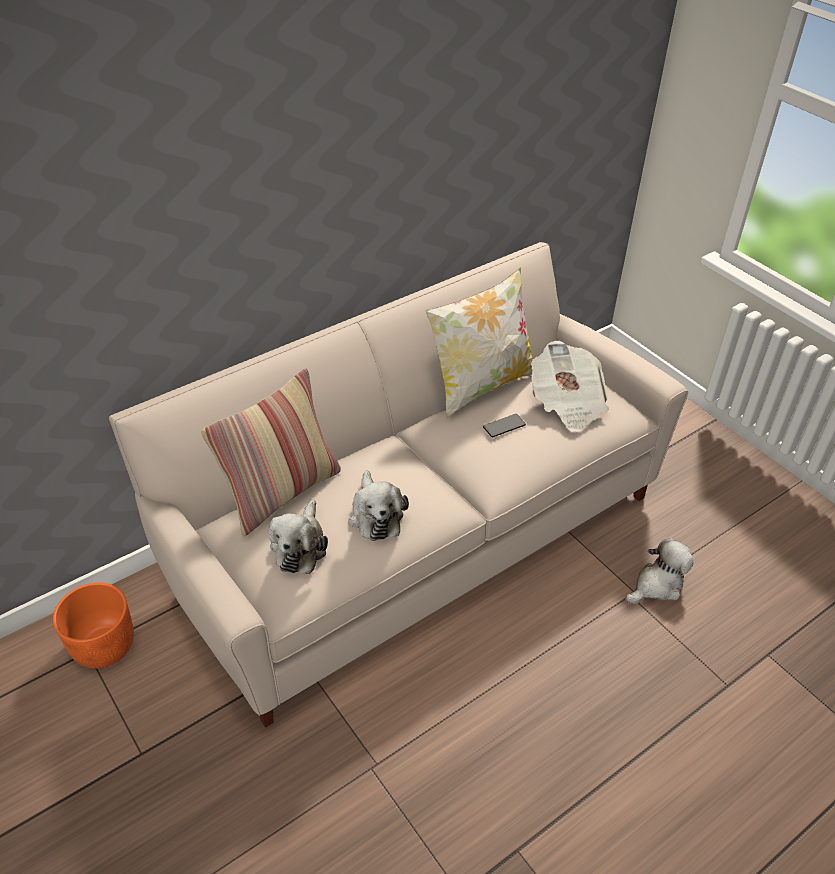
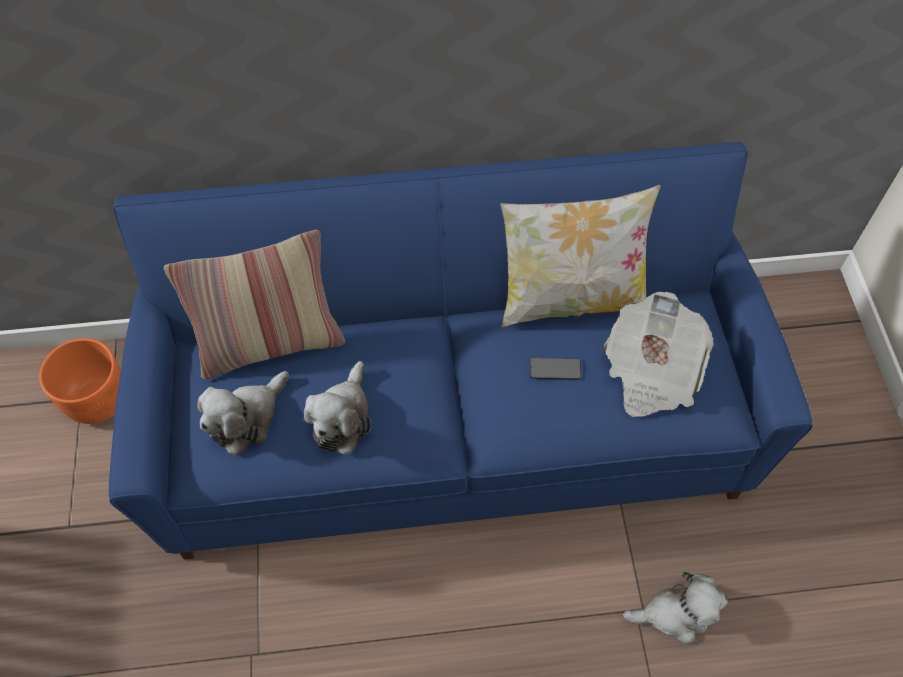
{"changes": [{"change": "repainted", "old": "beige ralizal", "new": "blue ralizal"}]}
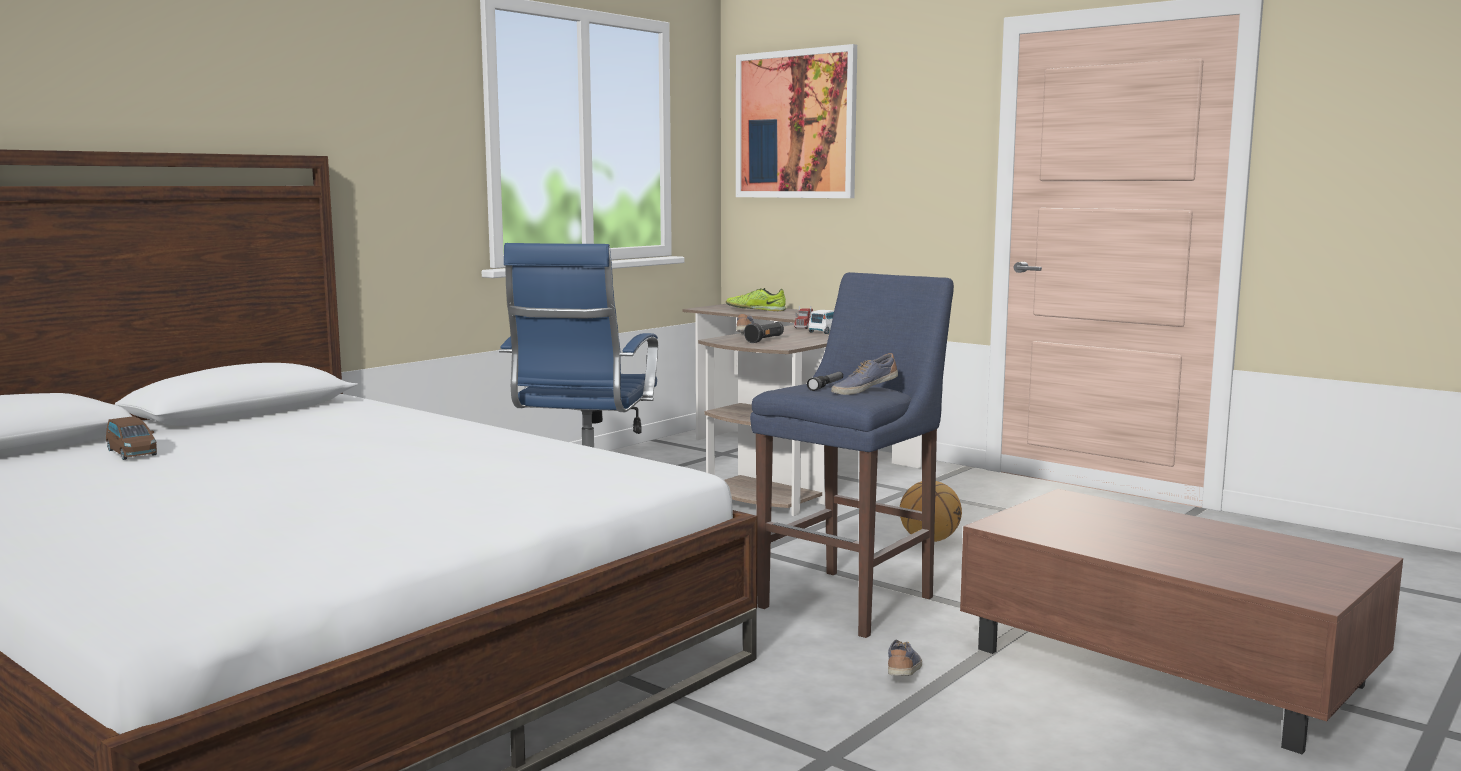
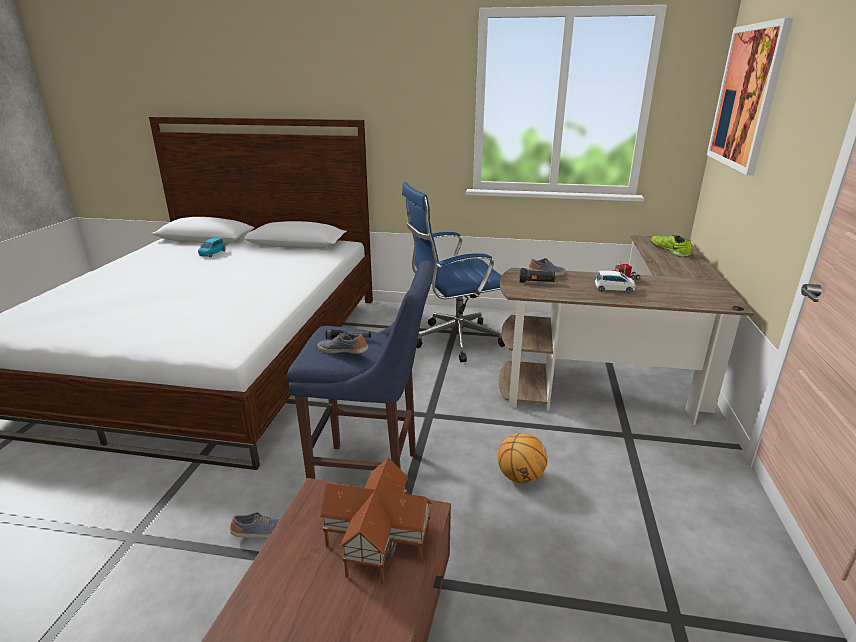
{"changes": [{"change": "repainted", "old": "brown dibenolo", "new": "blue dibenolo"}, {"change": "new", "new": "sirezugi"}]}
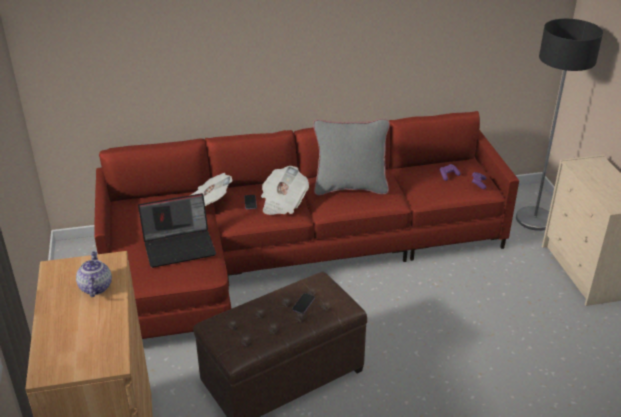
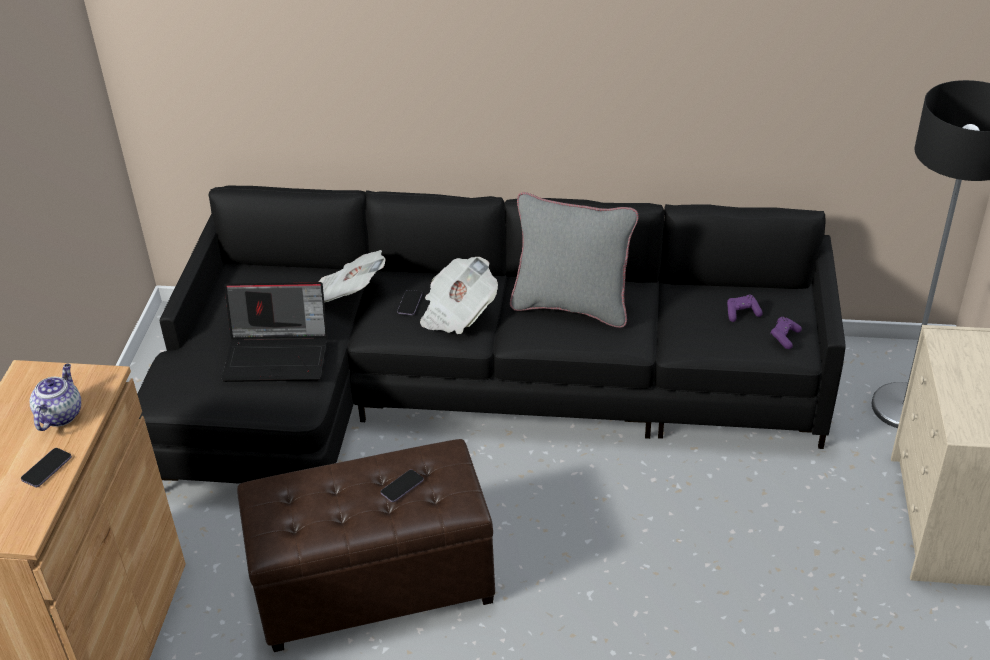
{"changes": [{"change": "repainted", "old": "red ralizal", "new": "black ralizal"}, {"change": "new", "new": "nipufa (no. 1 from left)"}]}
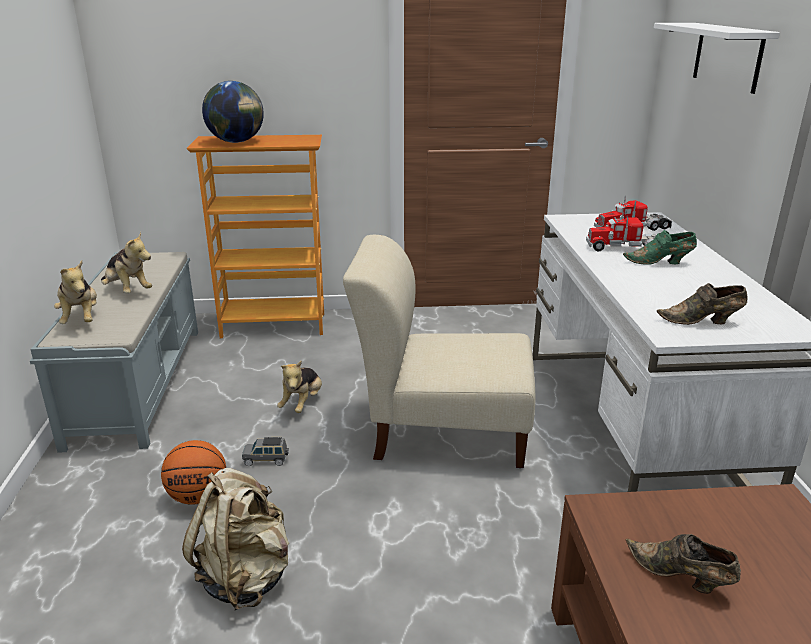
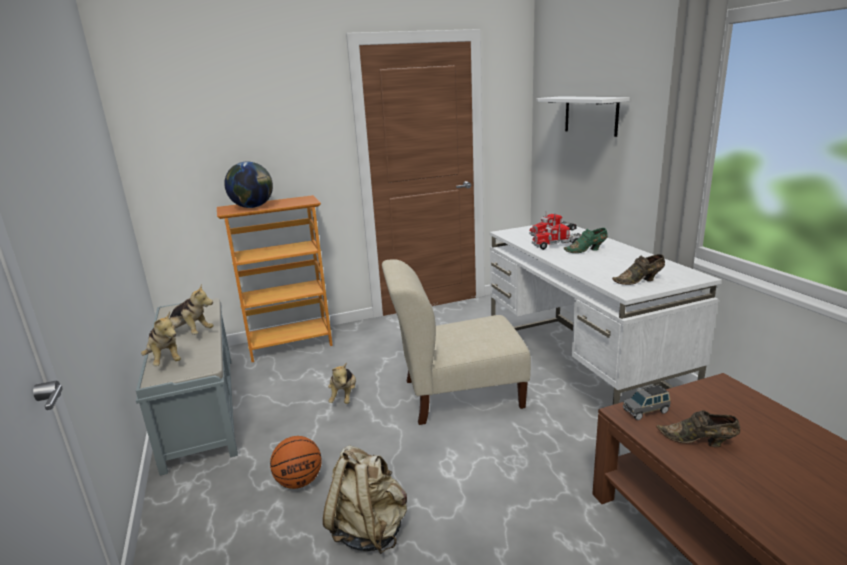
{"changes": [{"change": "shifted", "old": "grey dibenolo"}]}
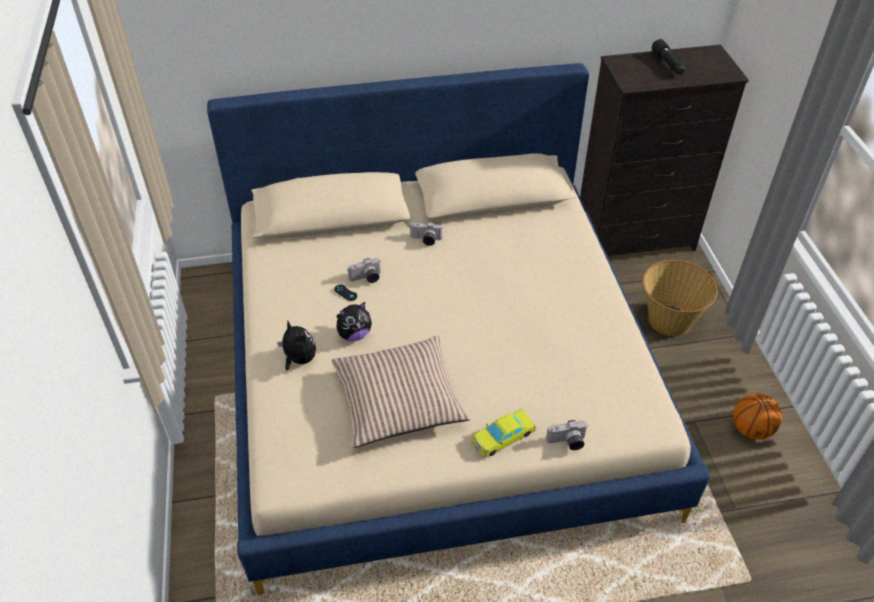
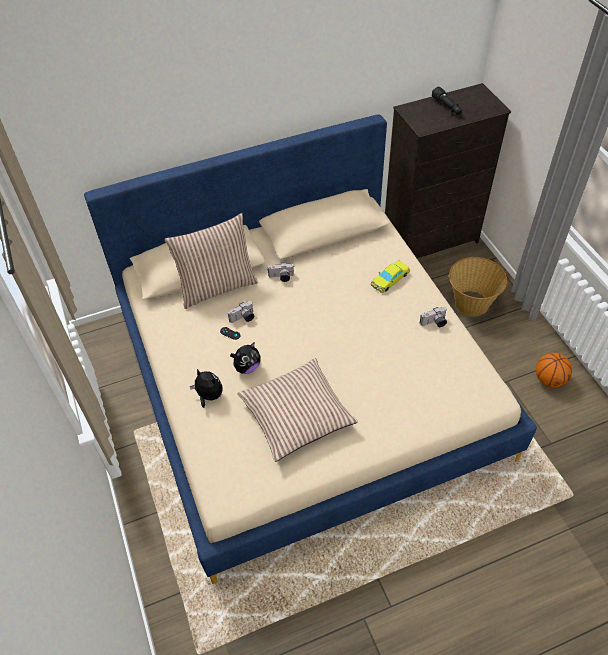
{"changes": [{"change": "shifted", "old": "yellow dibenolo"}, {"change": "shifted", "old": "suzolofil (no. 3 from left)"}, {"change": "new", "new": "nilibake (no. 1 from left)"}]}
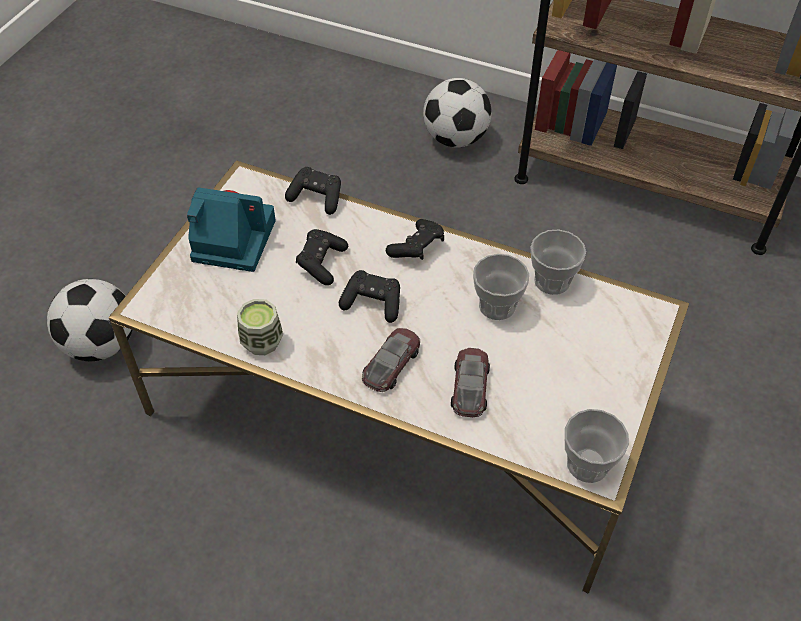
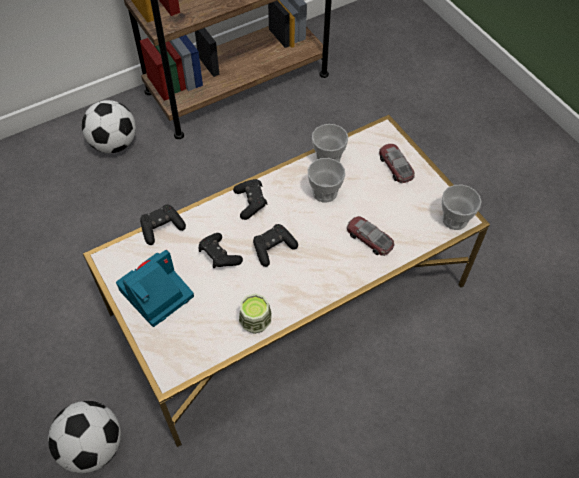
{"changes": [{"change": "shifted", "old": "dibenolo (no. 1 from left in the first image)", "new": "dibenolo (no. 2 from left)"}]}
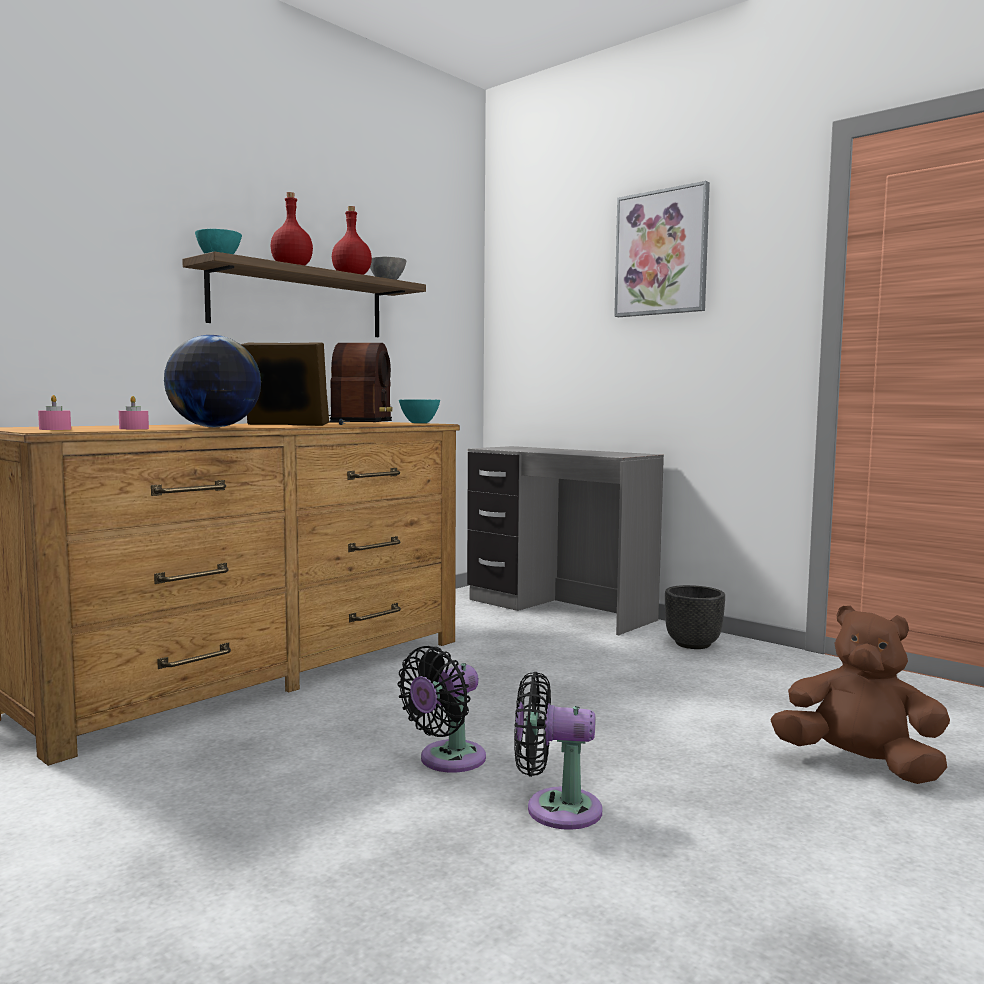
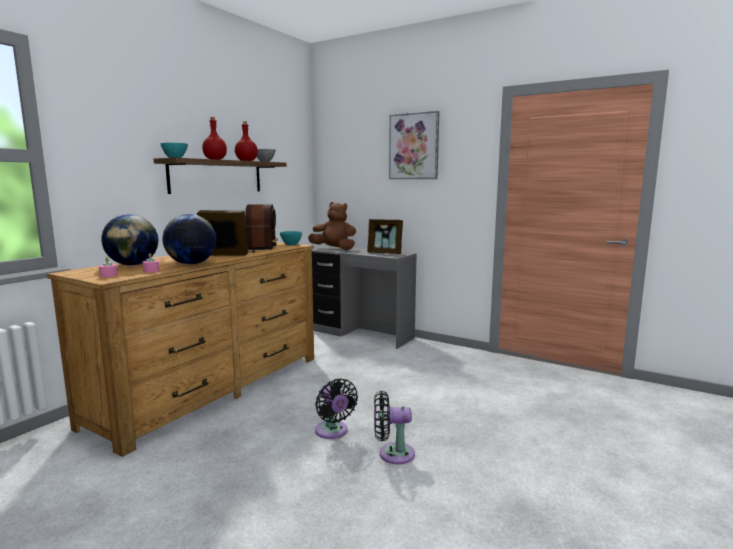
{"changes": [{"change": "rotated", "old": "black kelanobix (no. 1 from left)", "degrees": -60}, {"change": "gone", "old": "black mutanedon"}, {"change": "shifted", "old": "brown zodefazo"}, {"change": "new", "new": "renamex (no. 1 from left)"}, {"change": "new", "new": "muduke (no. 2 from left)"}]}
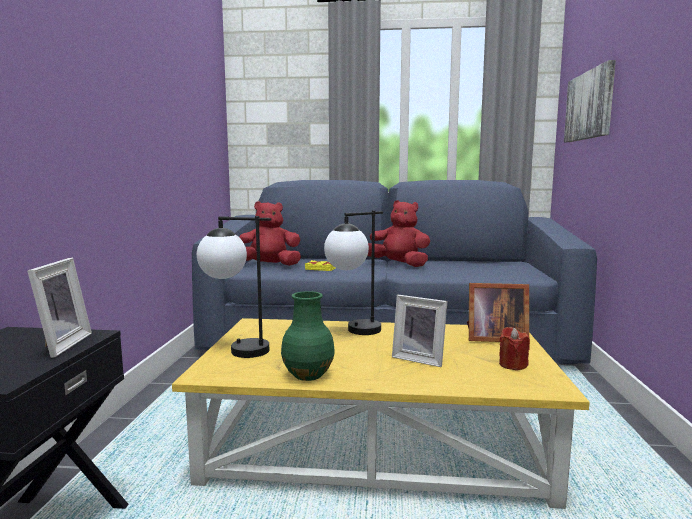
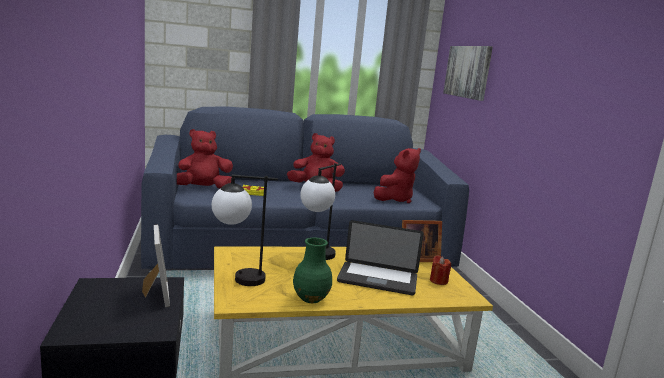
{"changes": [{"change": "swapped", "old": "muduke (no. 2 from left)", "new": "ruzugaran"}, {"change": "new", "new": "red zodefazo (no. 3 from left)"}]}
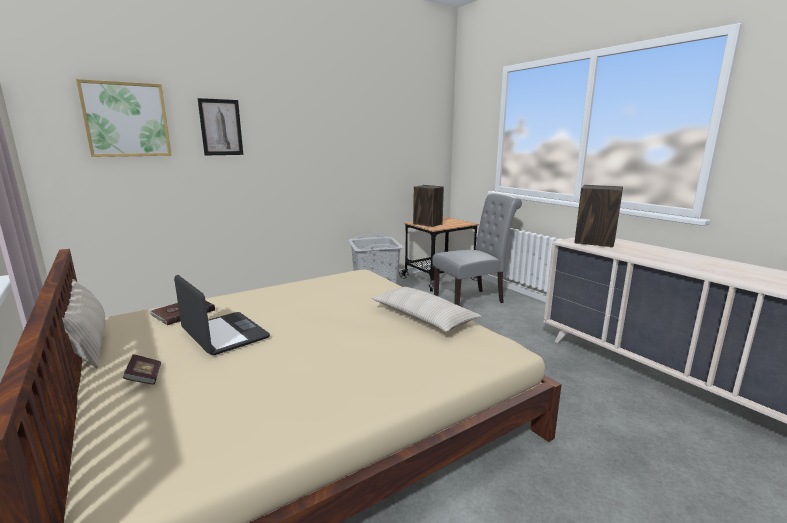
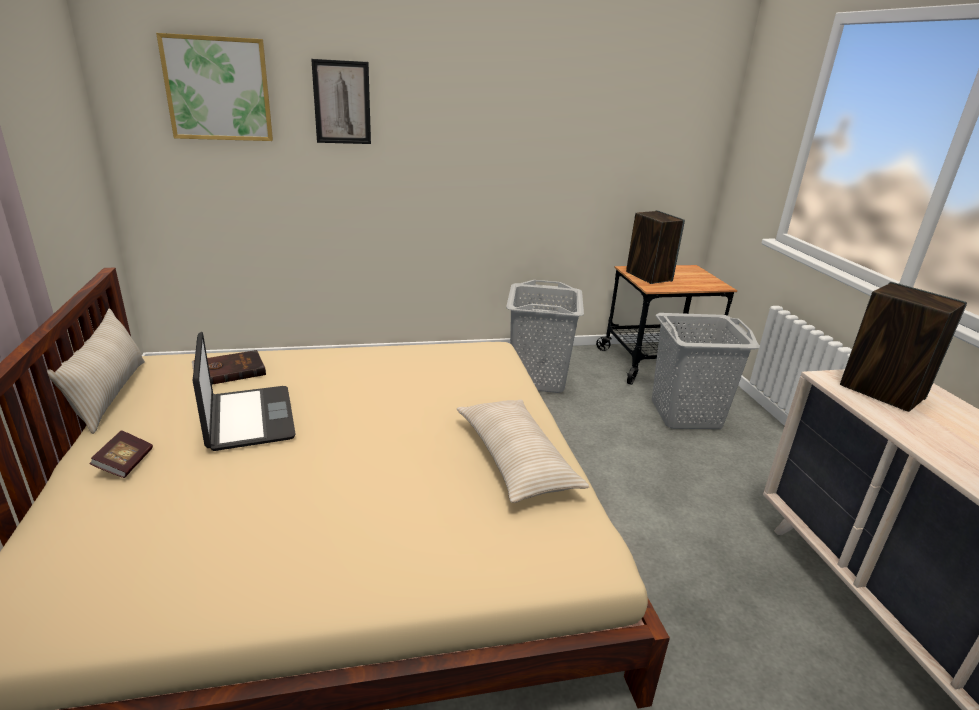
{"changes": [{"change": "swapped", "old": "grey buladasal", "new": "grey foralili (no. 2 from left)"}]}
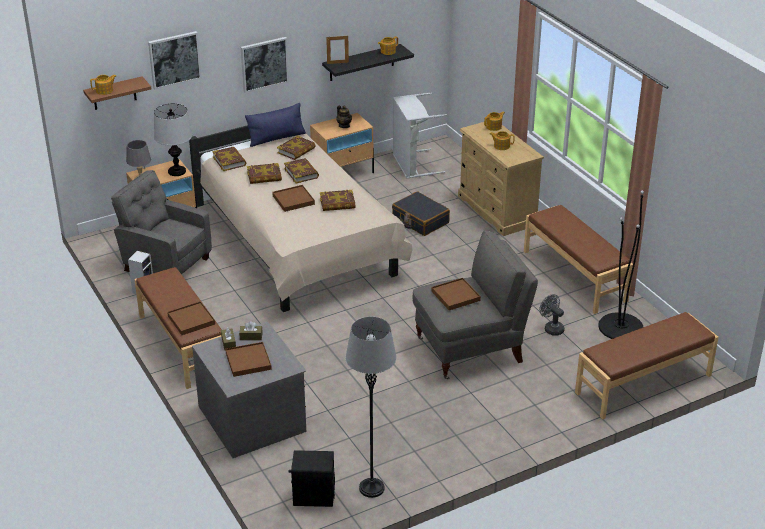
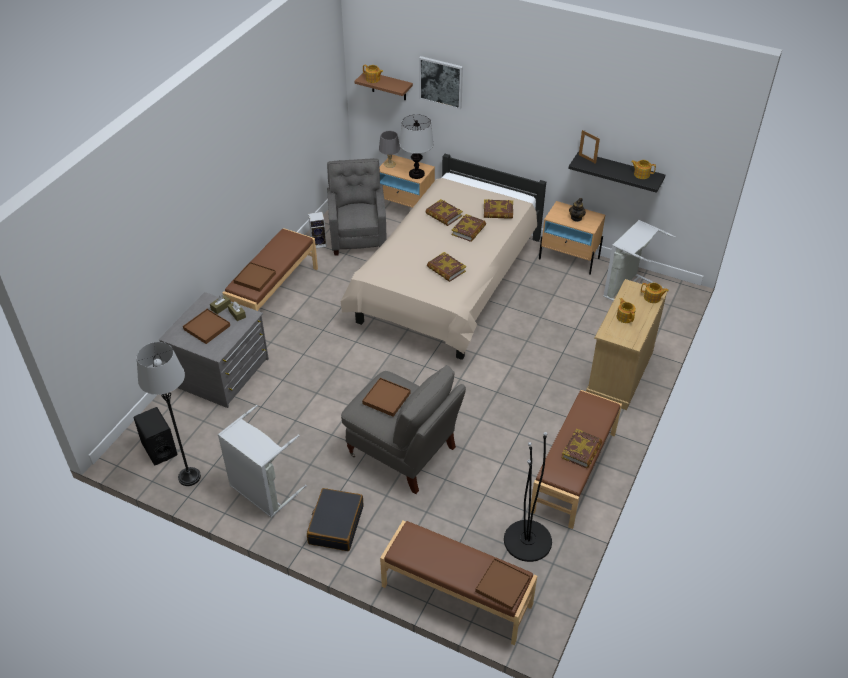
{"changes": [{"change": "shifted", "old": "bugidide (no. 1 from left in the first image)", "new": "bugidide (no. 5 from left)"}, {"change": "gone", "old": "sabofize (no. 2 from left)"}, {"change": "gone", "old": "blue nilibake"}, {"change": "shifted", "old": "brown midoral (no. 3 from left in the first image)", "new": "brown midoral (no. 4 from left)"}, {"change": "shifted", "old": "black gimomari"}, {"change": "gone", "old": "grey kelanobix"}, {"change": "new", "new": "grey foralili (no. 1 from left)"}]}
